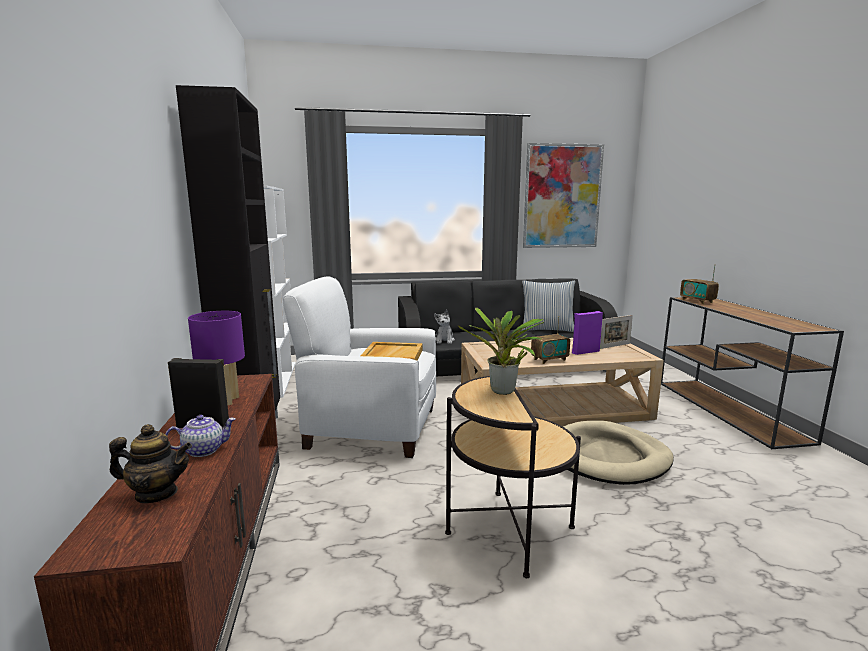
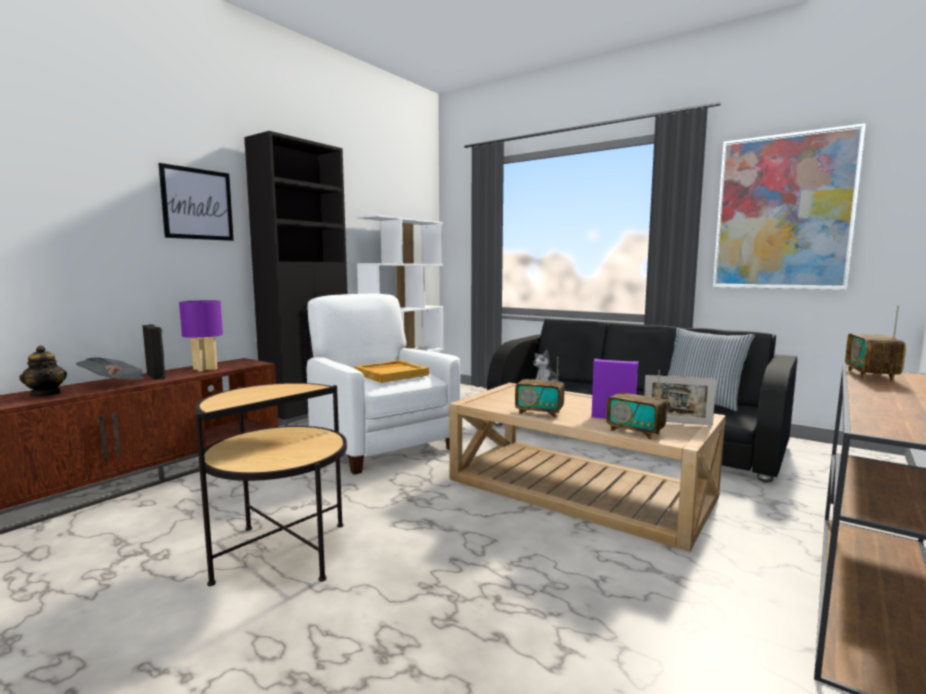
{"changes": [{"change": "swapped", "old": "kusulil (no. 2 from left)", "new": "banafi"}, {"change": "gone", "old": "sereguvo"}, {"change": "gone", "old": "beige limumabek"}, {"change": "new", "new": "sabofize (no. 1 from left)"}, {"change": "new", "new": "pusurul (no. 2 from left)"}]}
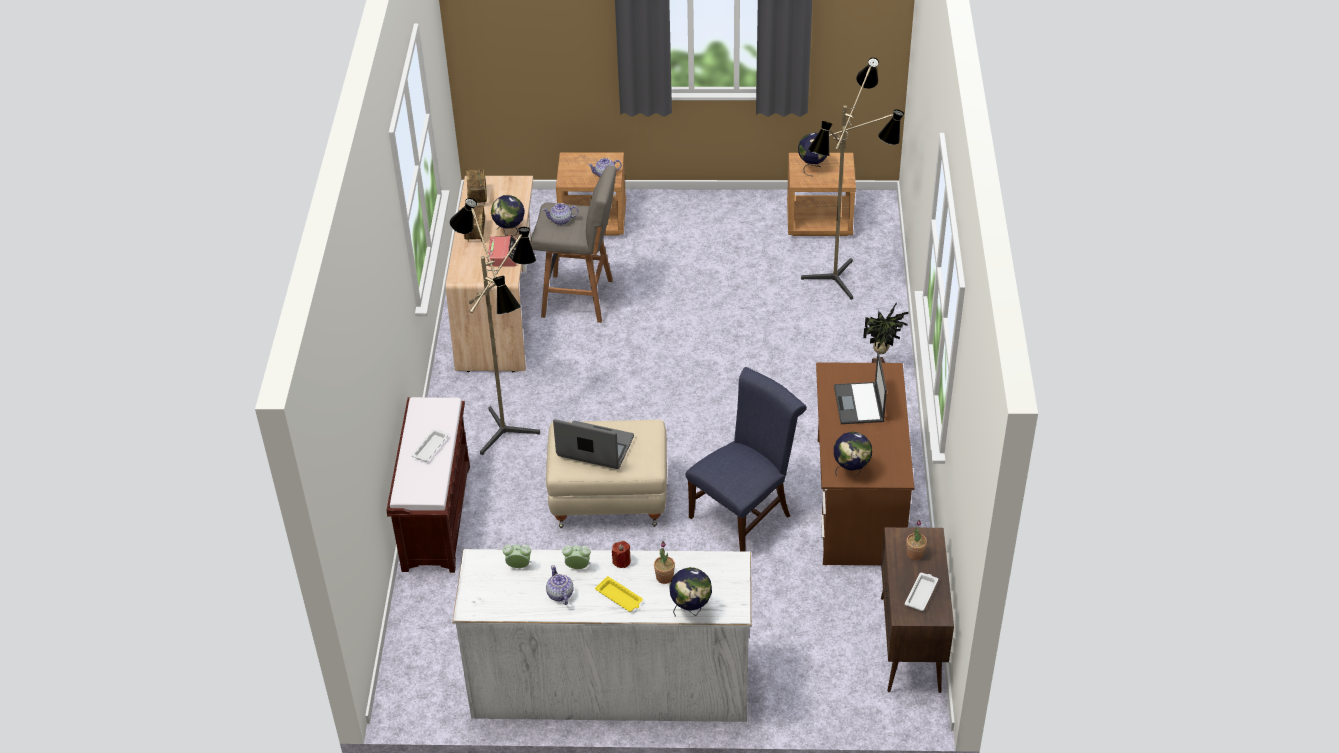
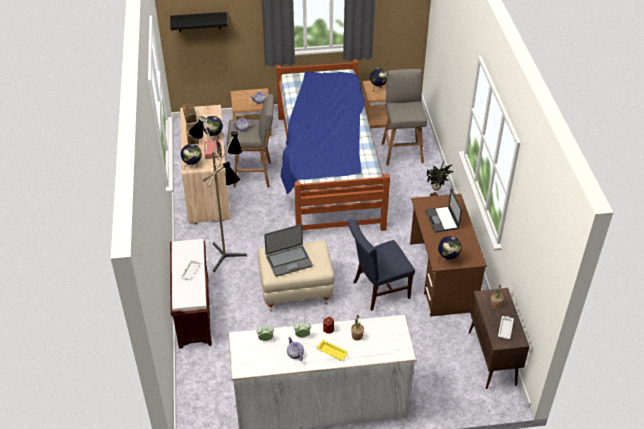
{"changes": [{"change": "rotated", "old": "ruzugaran (no. 1 from left)", "degrees": 150}, {"change": "shifted", "old": "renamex (no. 2 from left in the first image)", "new": "renamex (no. 1 from left)"}, {"change": "rotated", "old": "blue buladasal", "degrees": -150}, {"change": "swapped", "old": "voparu (no. 2 from left)", "new": "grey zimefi (no. 2 from left)"}, {"change": "new", "new": "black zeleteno"}, {"change": "new", "new": "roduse"}]}
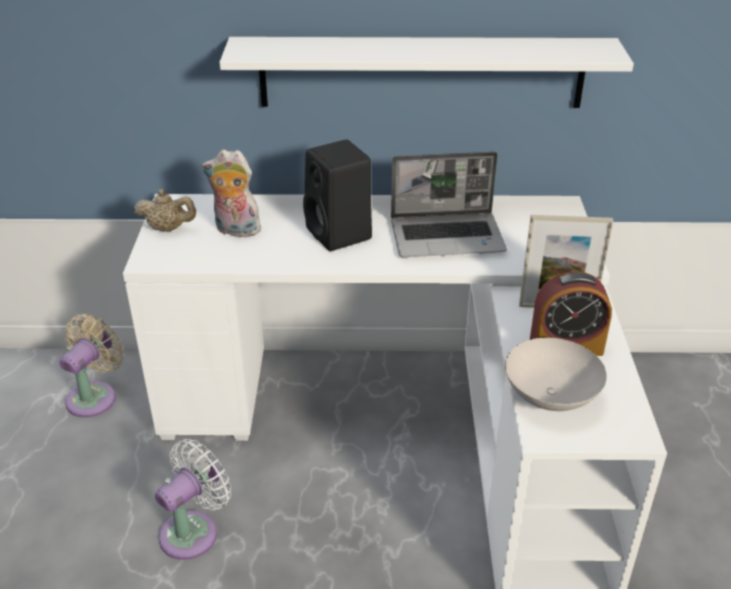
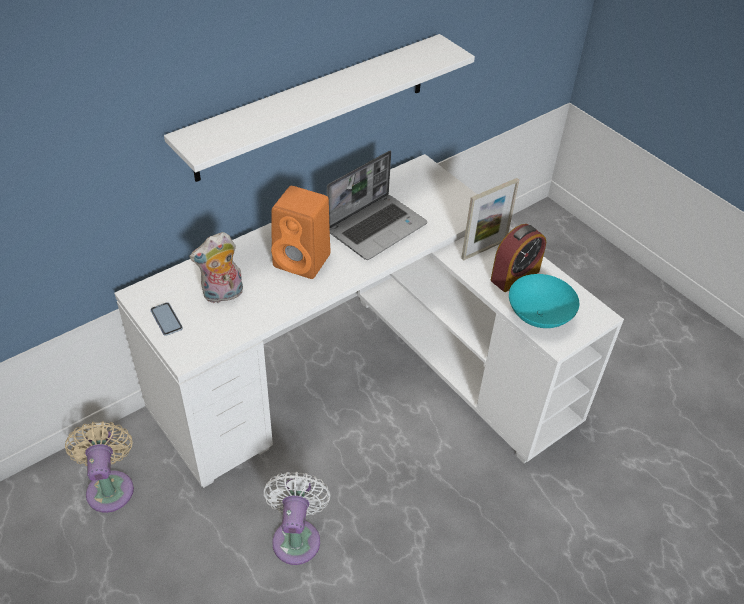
{"changes": [{"change": "swapped", "old": "beige kusulil", "new": "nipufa"}, {"change": "repainted", "old": "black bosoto", "new": "orange bosoto"}, {"change": "repainted", "old": "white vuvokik", "new": "turquoise vuvokik"}]}
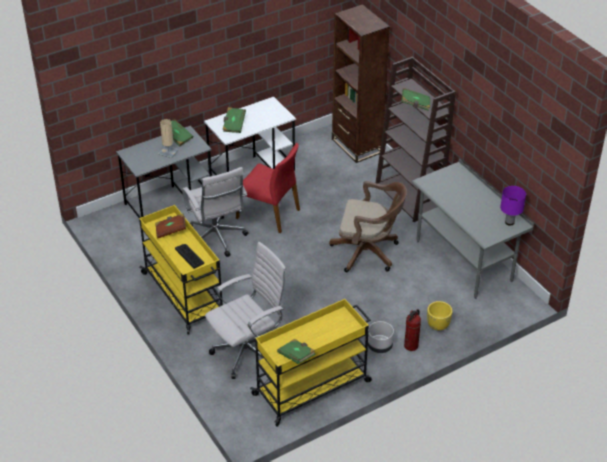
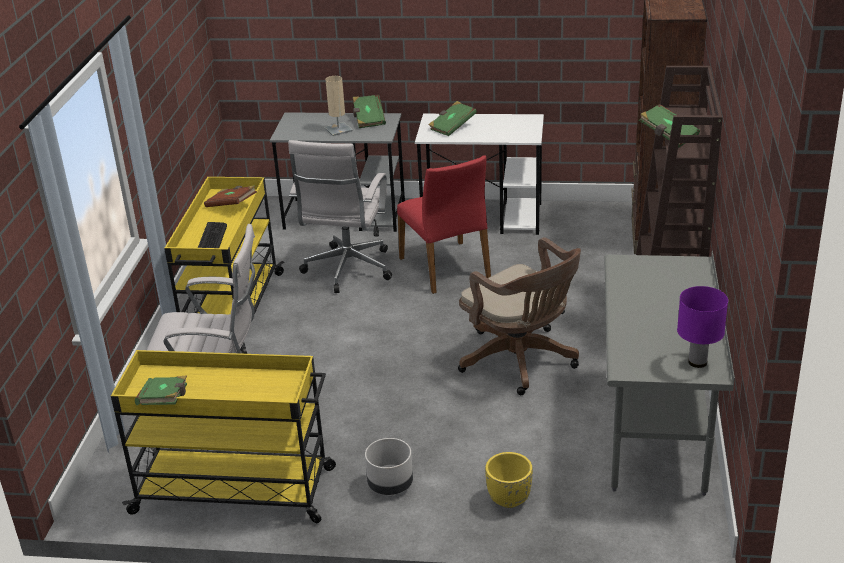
{"changes": [{"change": "gone", "old": "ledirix"}]}
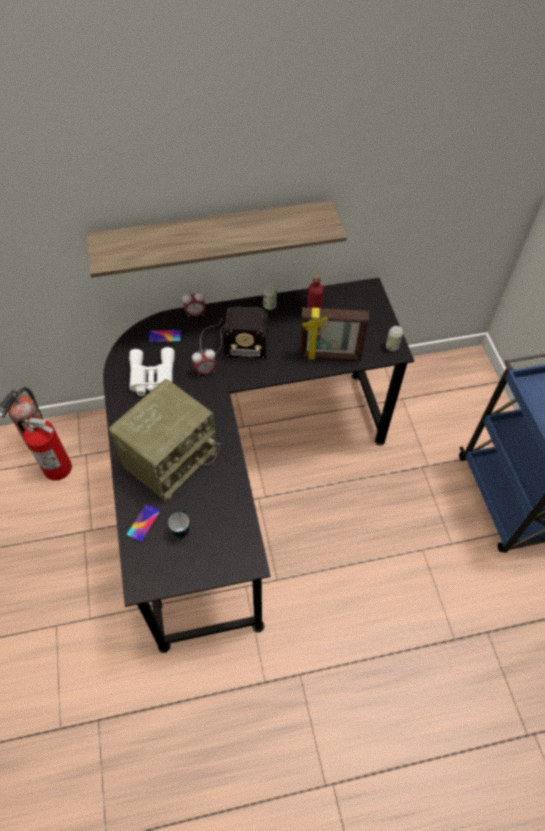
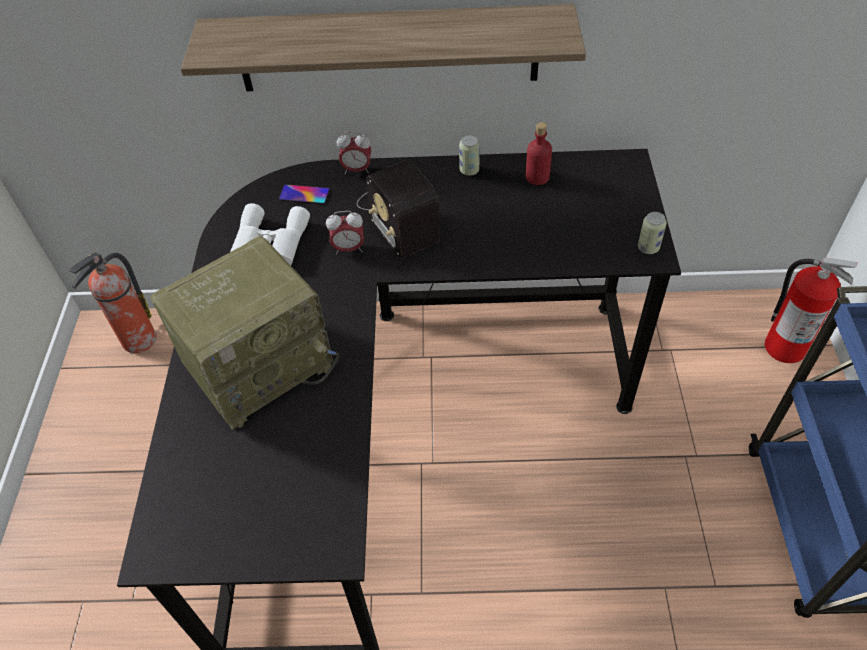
{"changes": [{"change": "shifted", "old": "ledirix (no. 2 from left)"}, {"change": "gone", "old": "nipufa (no. 1 from left)"}, {"change": "gone", "old": "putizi"}, {"change": "rotated", "old": "pusurul (no. 2 from left)", "degrees": 45}, {"change": "gone", "old": "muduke"}]}
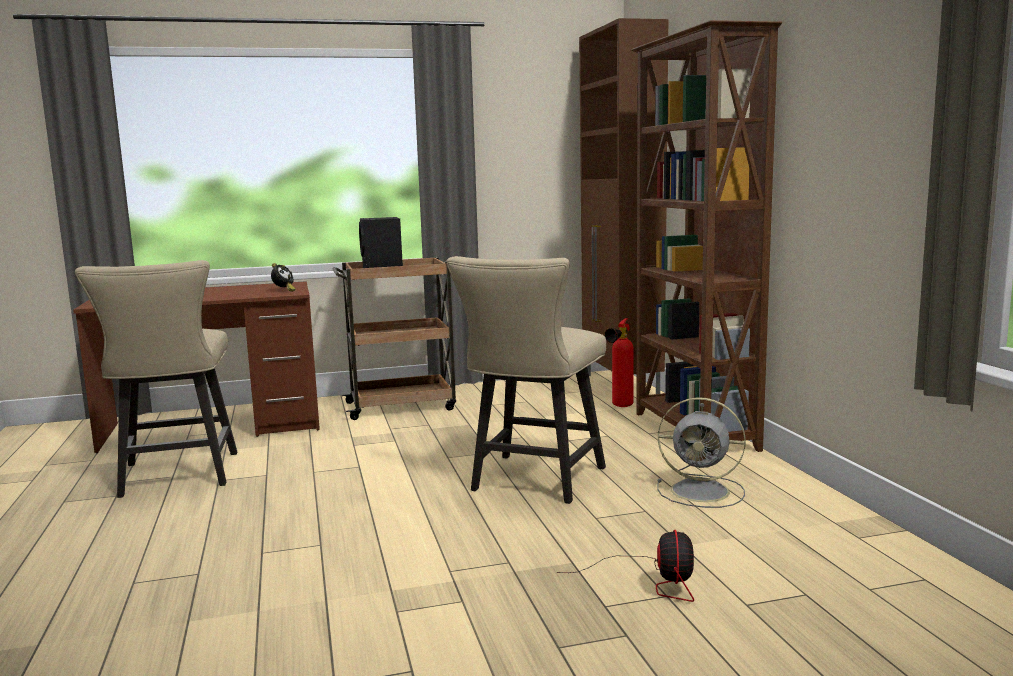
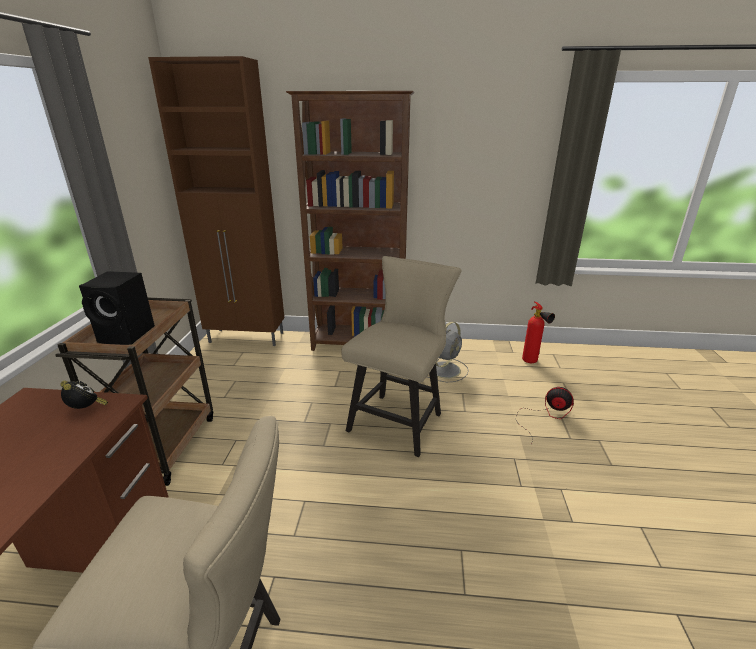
{"changes": [{"change": "rotated", "old": "beige buladasal (no. 2 from left)", "degrees": -105}, {"change": "shifted", "old": "ledirix"}]}
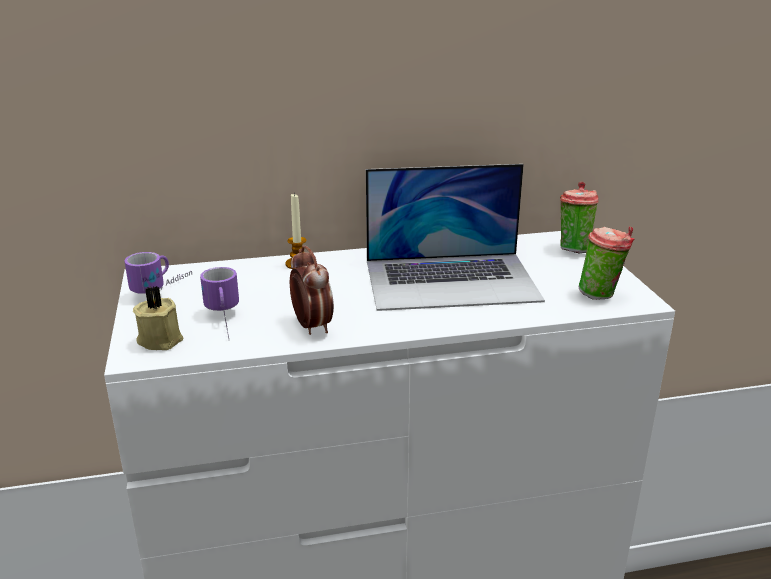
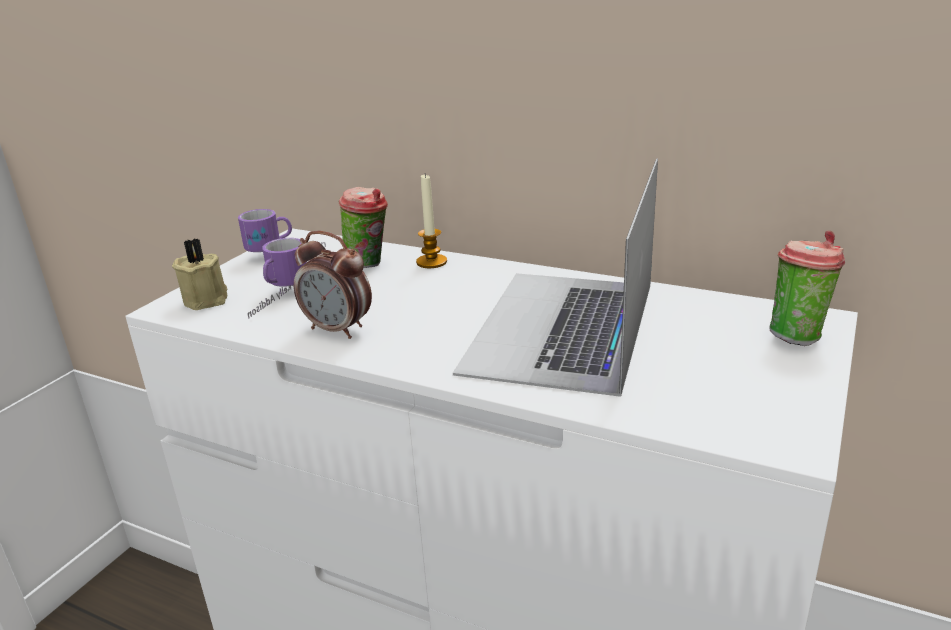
{"changes": [{"change": "rotated", "old": "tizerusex", "degrees": 105}, {"change": "rotated", "old": "ruzugaran", "degrees": 75}, {"change": "shifted", "old": "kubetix (no. 2 from left in the first image)", "new": "kubetix (no. 1 from left)"}]}
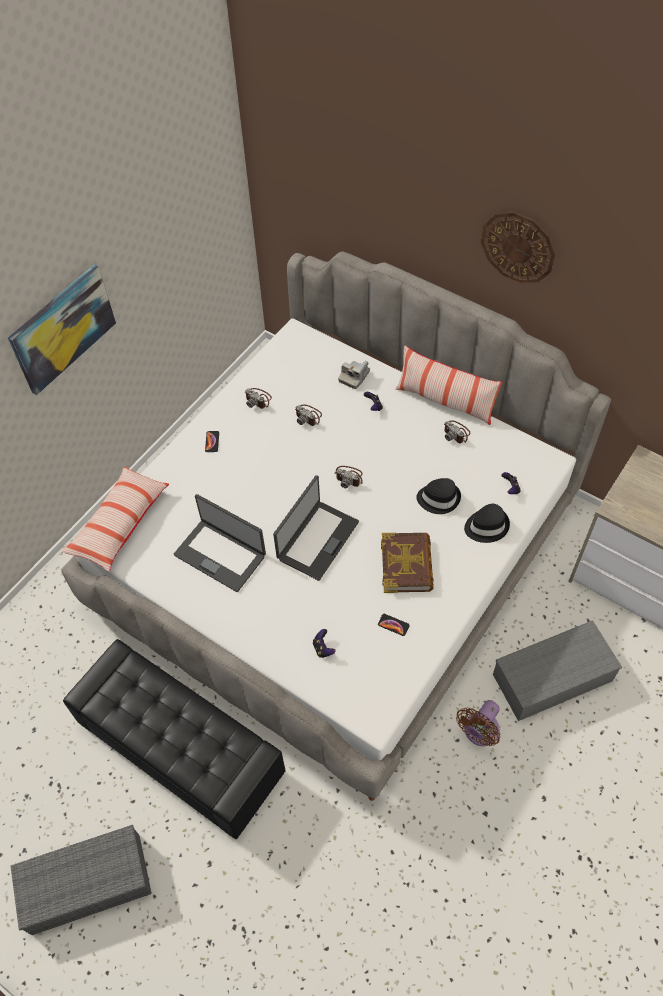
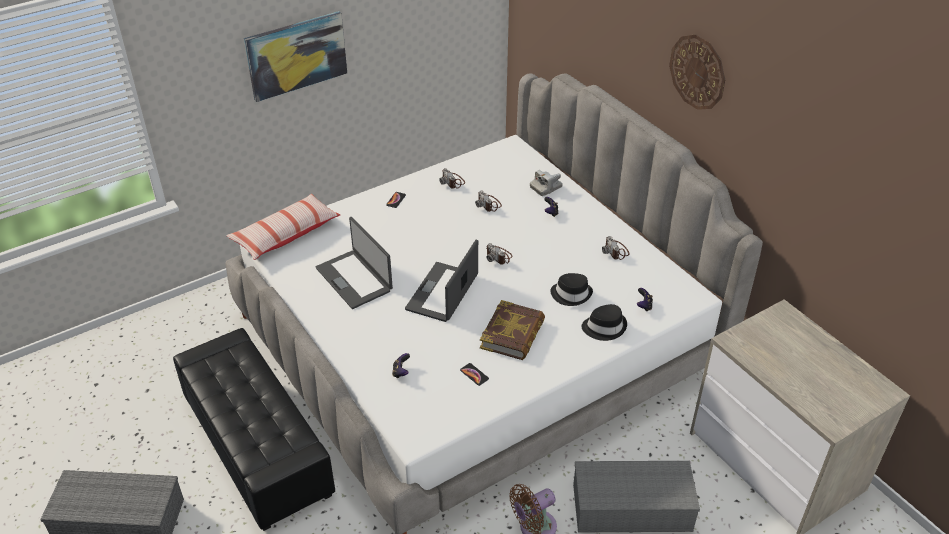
{"changes": [{"change": "rotated", "old": "ruzugaran (no. 2 from left)", "degrees": 150}, {"change": "gone", "old": "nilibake (no. 2 from left)"}]}
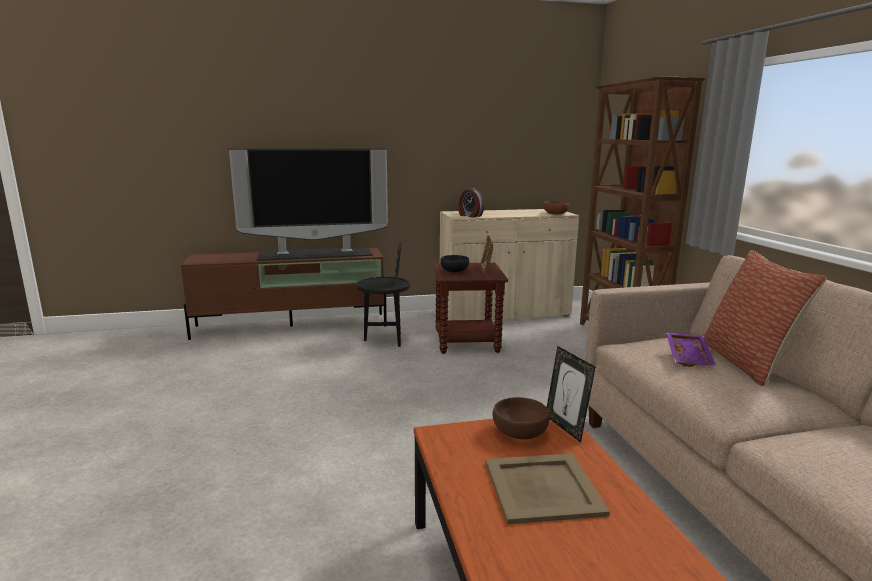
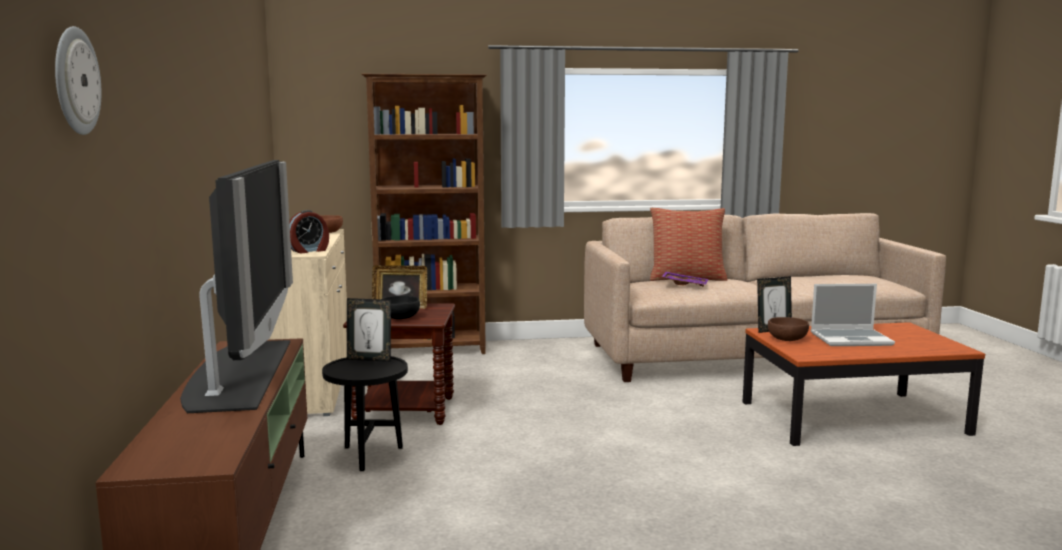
{"changes": [{"change": "swapped", "old": "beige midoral", "new": "ruzugaran"}, {"change": "new", "new": "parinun"}]}
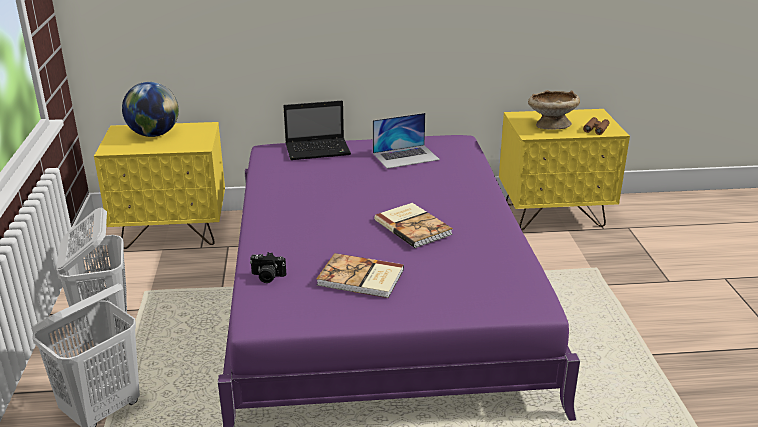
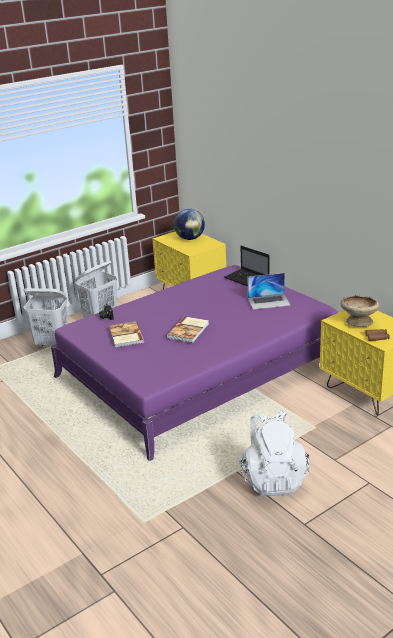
{"changes": [{"change": "rotated", "old": "ruzugaran (no. 2 from left)", "degrees": -45}, {"change": "new", "new": "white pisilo"}]}
